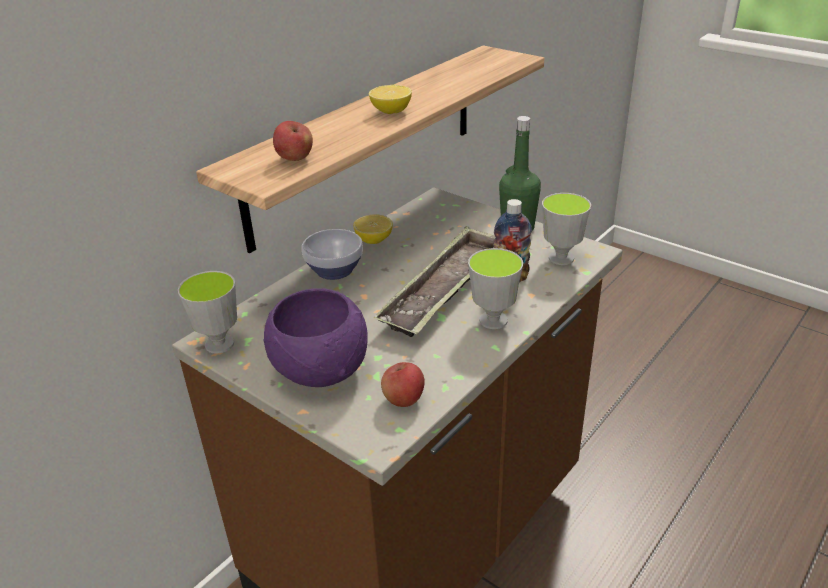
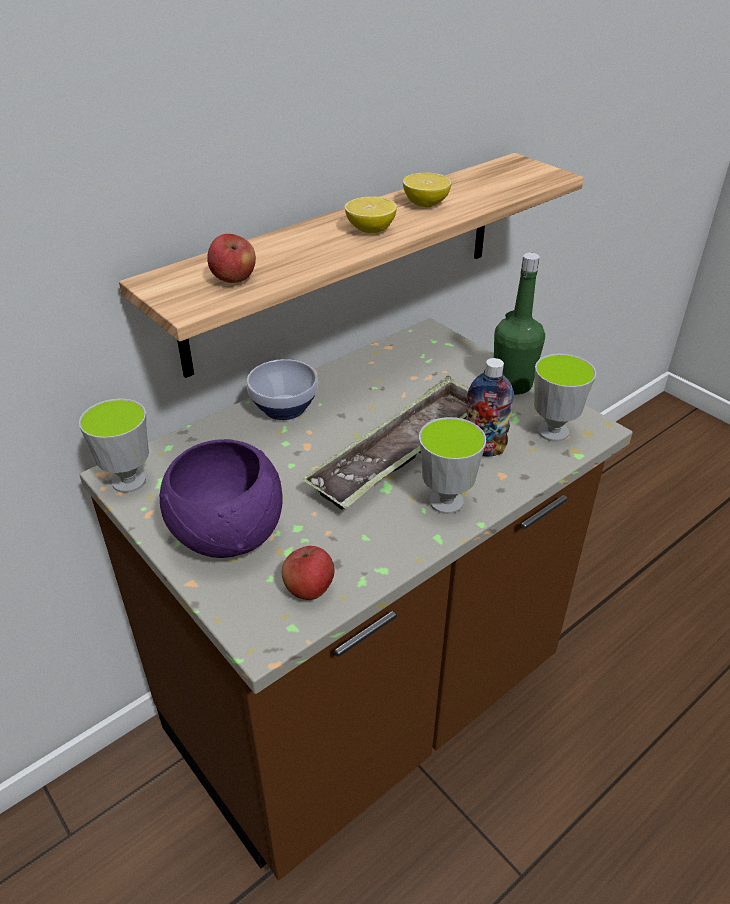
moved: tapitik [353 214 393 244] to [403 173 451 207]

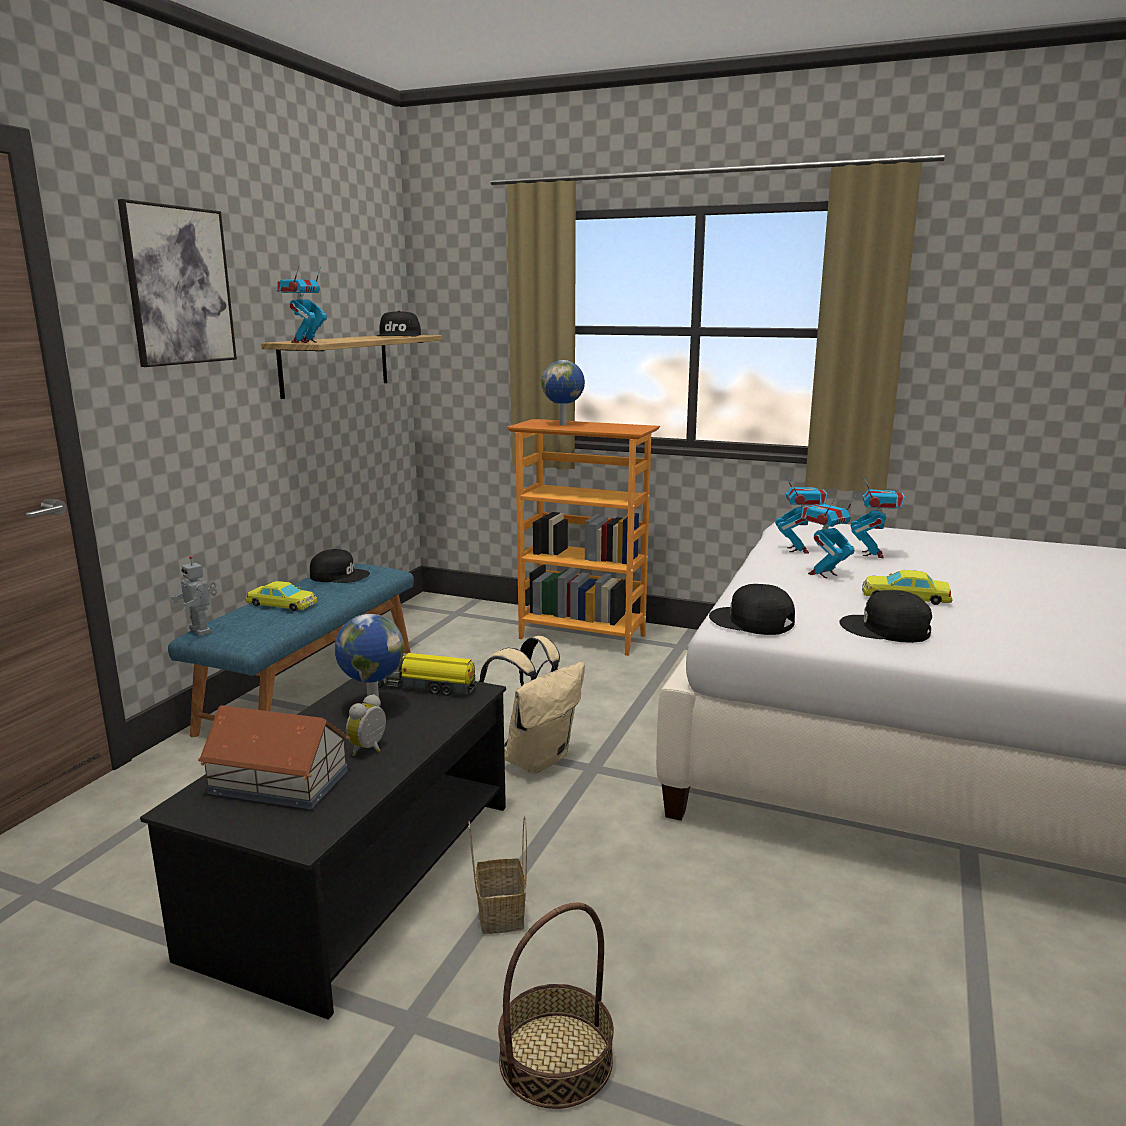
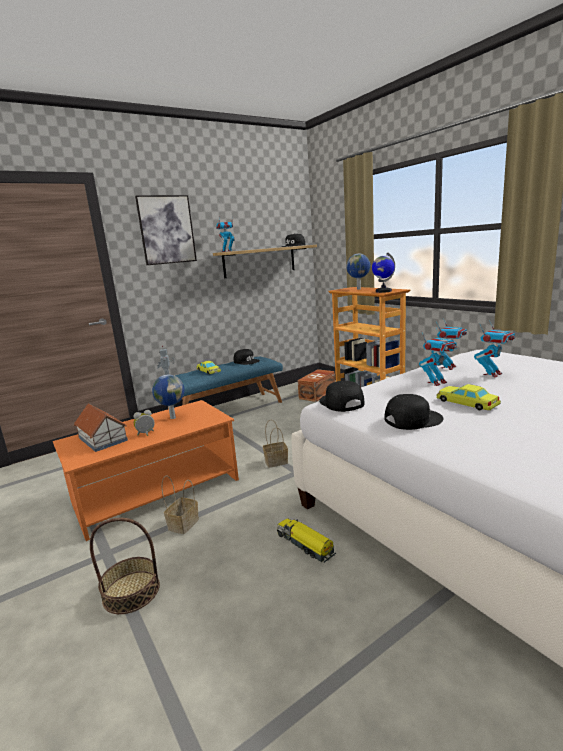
added: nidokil [372 252 395 293]; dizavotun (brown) [298 369 335 402]
moved: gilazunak [378 653 480 696] to [277 518 336 563]
replaced: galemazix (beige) [479 636 585 774] to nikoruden [263 420 288 467]
recoloured: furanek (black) [140 679 506 1020] to furanek (orange) [53 400 239 541]
turned: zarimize [801 496 856 579] = [419 328 457 386] 150 degrees clockwise; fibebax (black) [839 590 932 643] = [384 394 444 430] 105 degrees clockwise

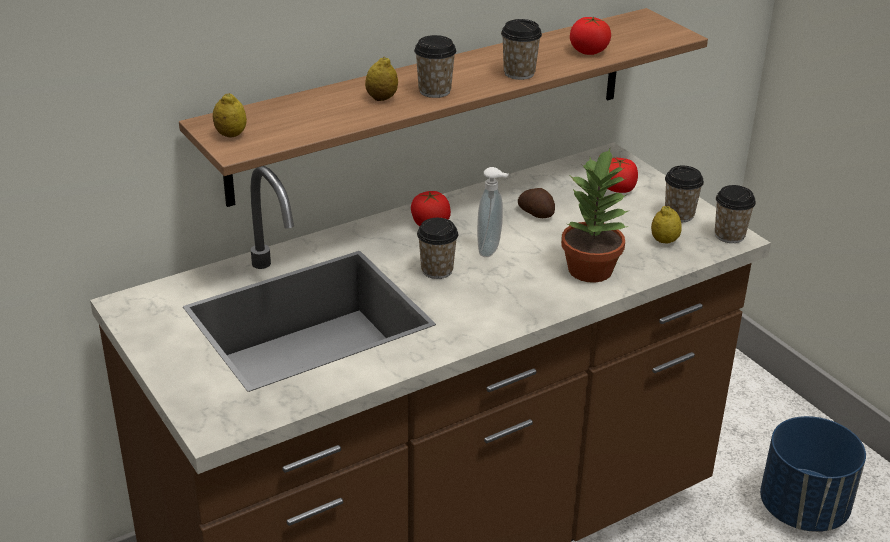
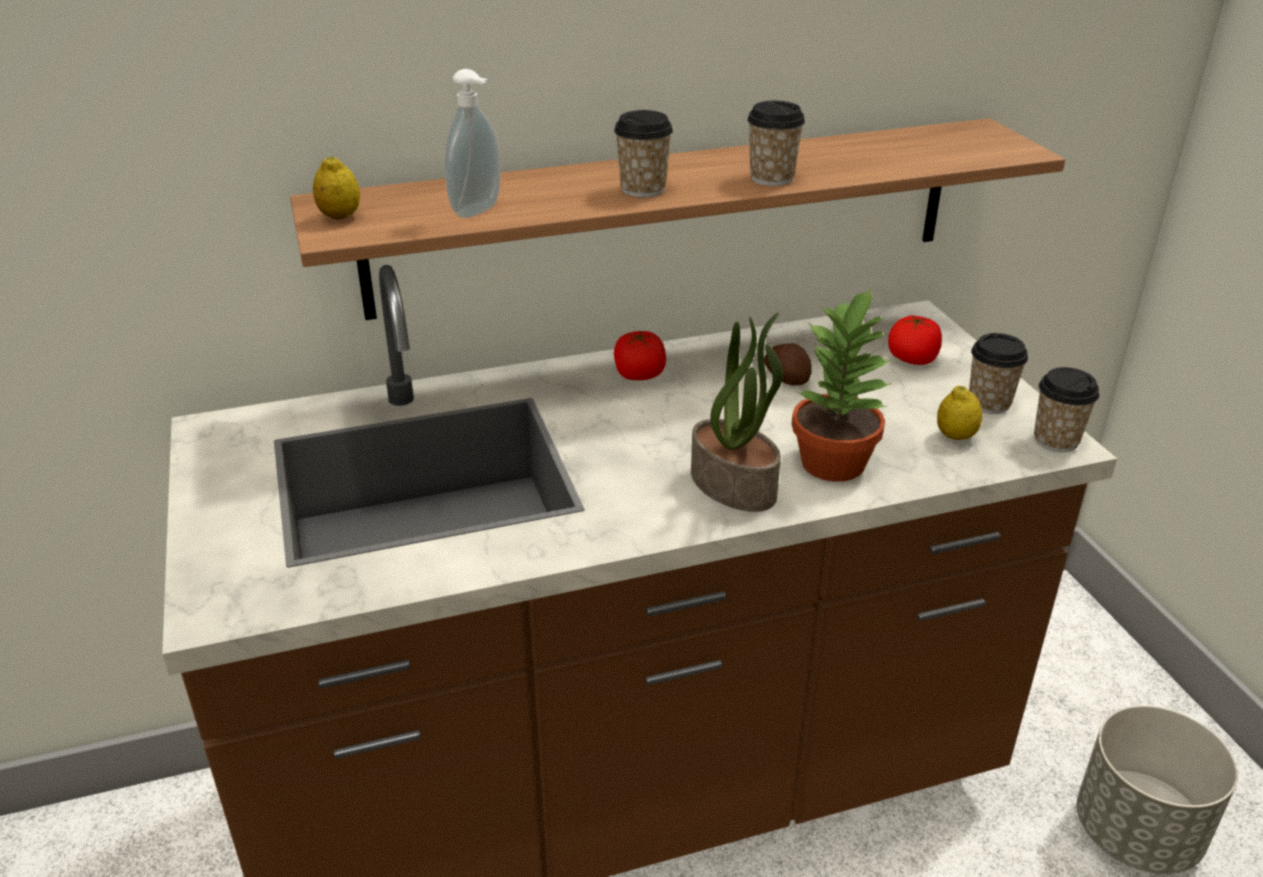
removed: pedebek [570 16 611 55]; tapitik [365 57 398 101]; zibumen [417 218 458 279]
added: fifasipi [691 312 783 512]
moved: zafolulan [477 167 509 257] to [445 69 501 218]
recoloured: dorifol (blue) [760 416 866 532] to dorifol (grey) [1077 705 1238 874]

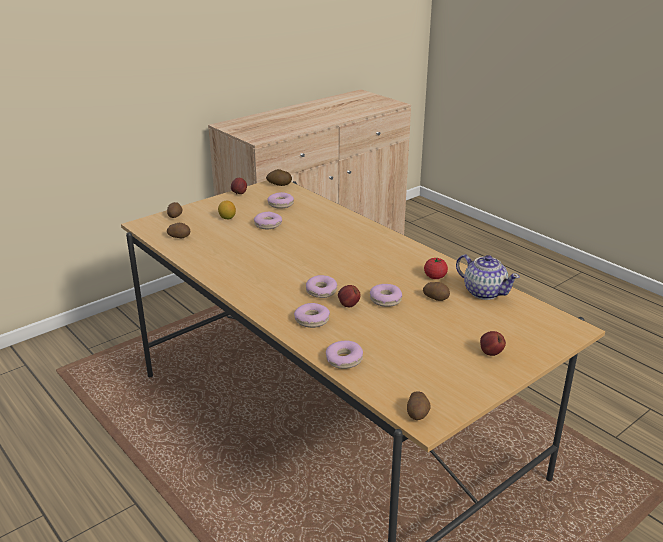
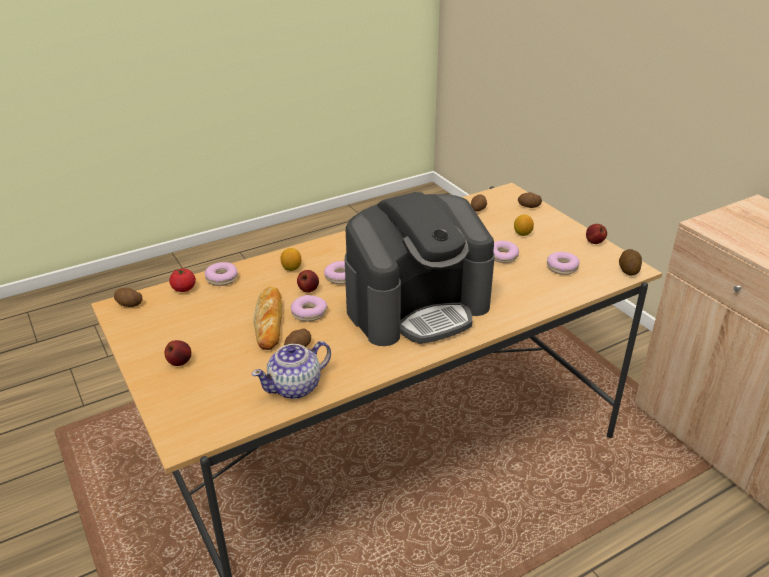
added: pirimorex [345 192 495 346]; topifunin [253 287 282 350]
moved: pedebek [424 258 448 279] to [169 269 196 292]
replaced: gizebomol [294 303 330 328] to tapitik [280 248 301 271]

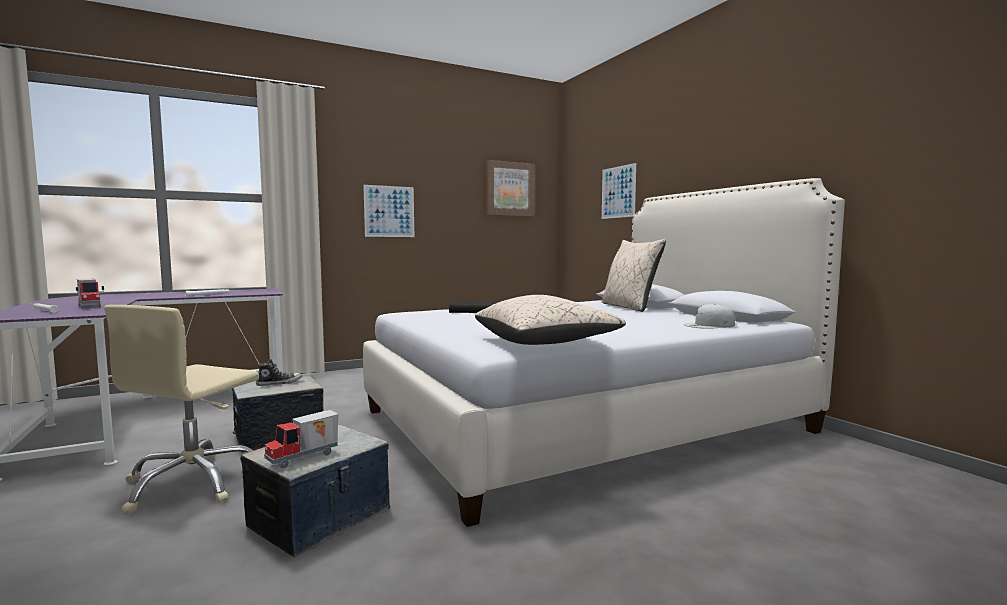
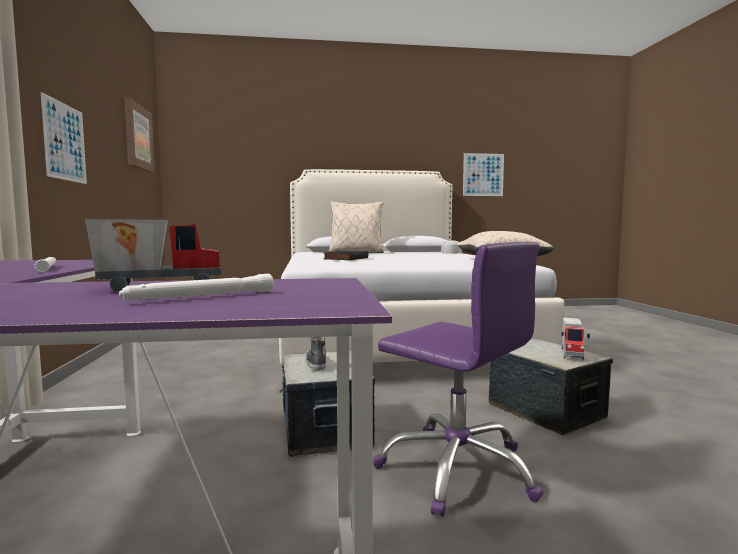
moved: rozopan [602 163 636 219] to [463 153 504 196]
recoloured: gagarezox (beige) [104 305 259 514] to gagarezox (purple) [373 242 543 517]
turned: gilazunak [264 410 339 469] = [561 318 590 360] 45 degrees clockwise

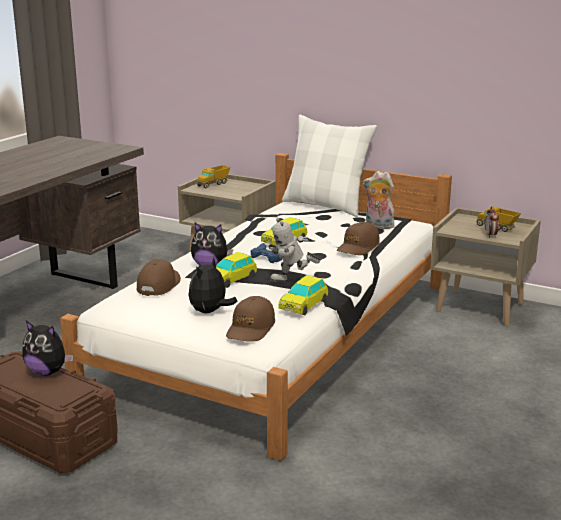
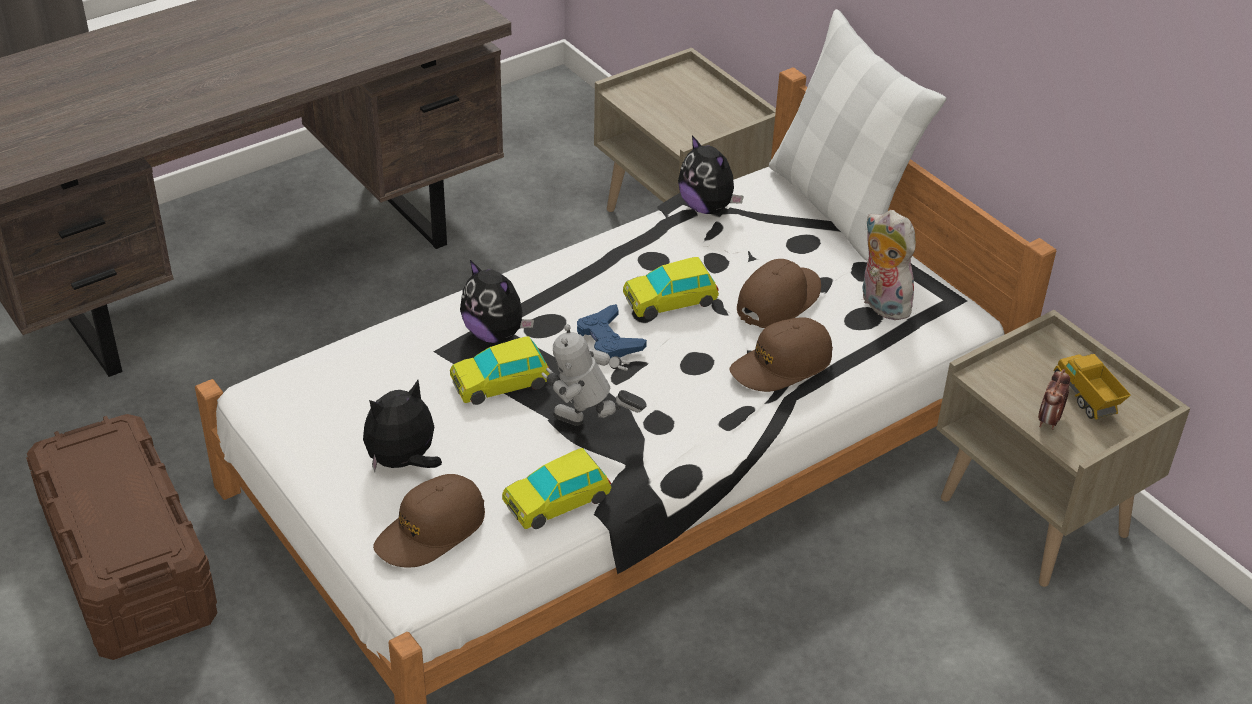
removed: gilazunak [197 165 230 188]
moved: fibebax (brown) [136 259 181 296] to [737 259 821 328]; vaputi [22 321 73 376] to [678 135 744 214]

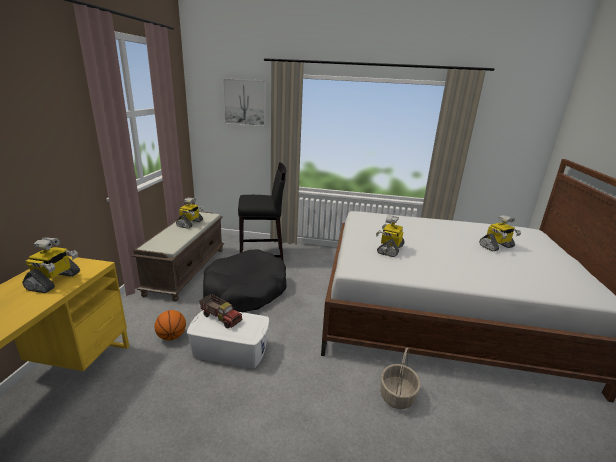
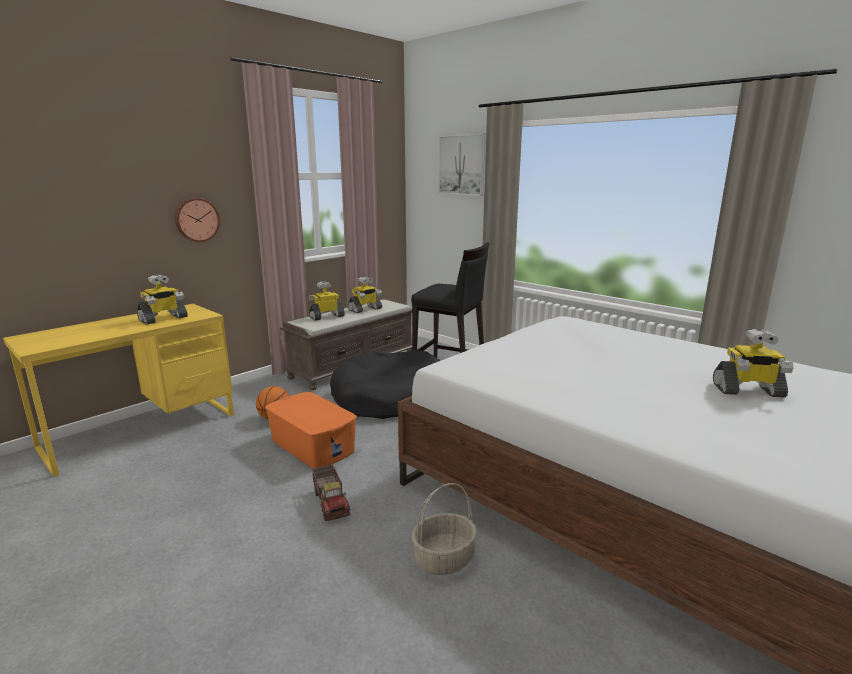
added: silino [175 198 220 242]
moved: zarimize [376 215 405 257] to [309 281 345 321]; gilazunak [199 294 242 329] to [312 465 350 521]
recoloured: dizavotun (white) [187 310 269 369] to dizavotun (orange) [265 392 357 469]

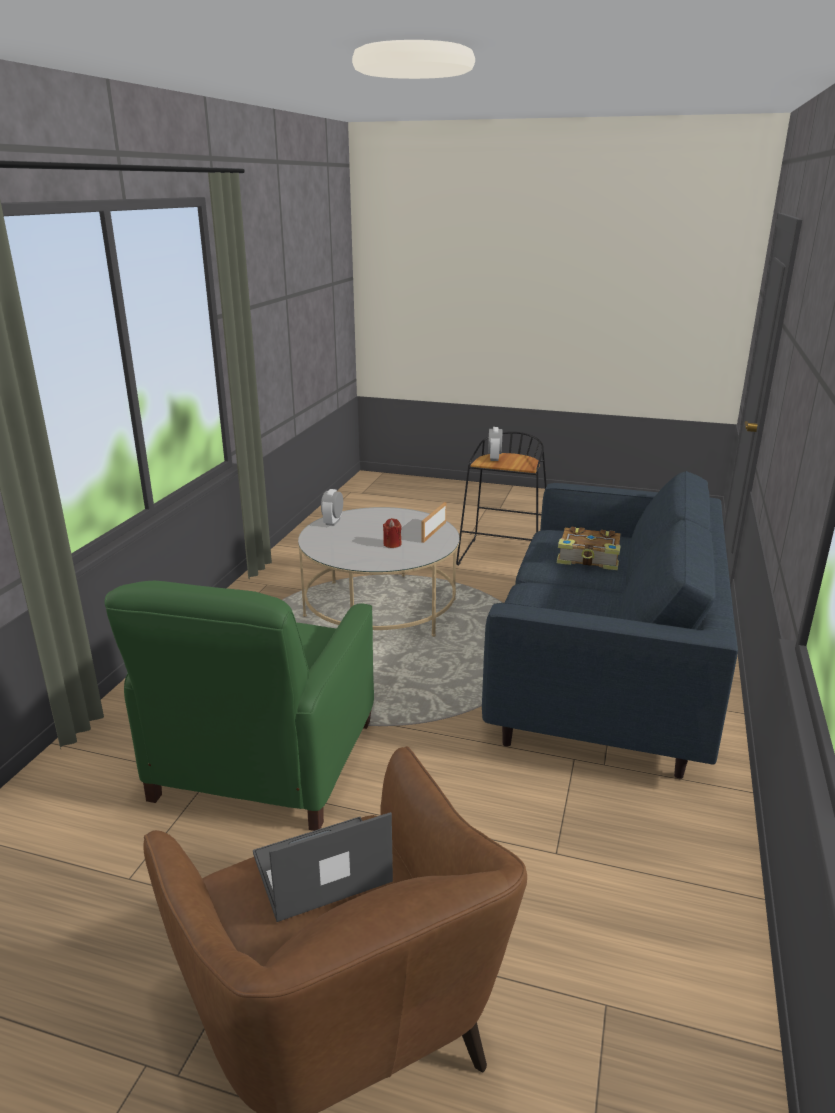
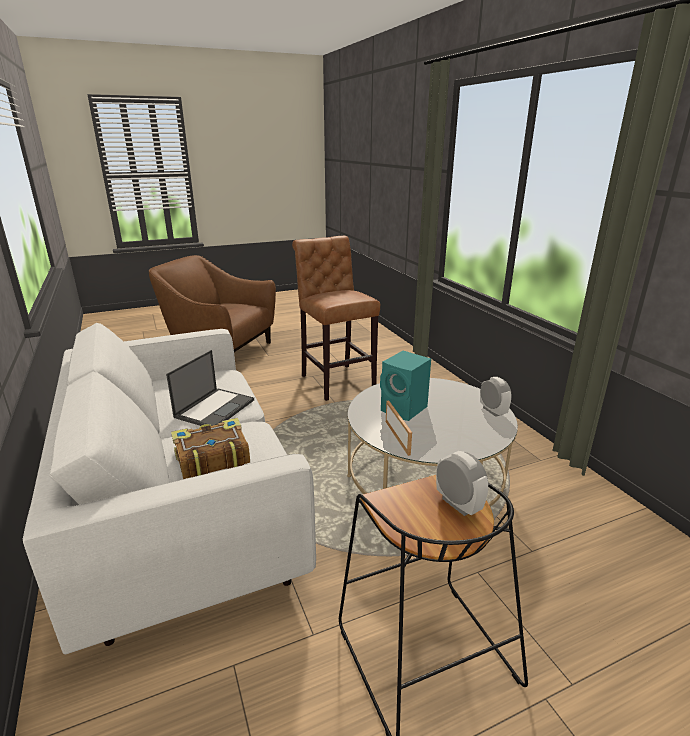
moved: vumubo [253 812 393 922] to [166 350 254 426]
replaced: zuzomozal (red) [383 518 402 548] to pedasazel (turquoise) [380 351 431 421]; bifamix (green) [104 581 374 831] to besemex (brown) [292 236 380 401]
recoloured: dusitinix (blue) [482 471 738 779] to dusitinix (white) [23 323 316 654]

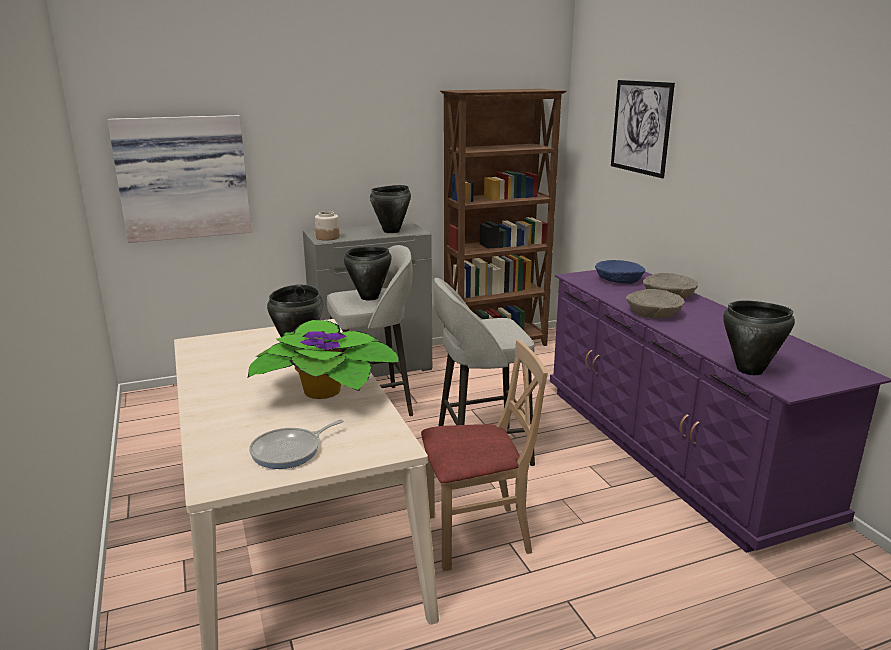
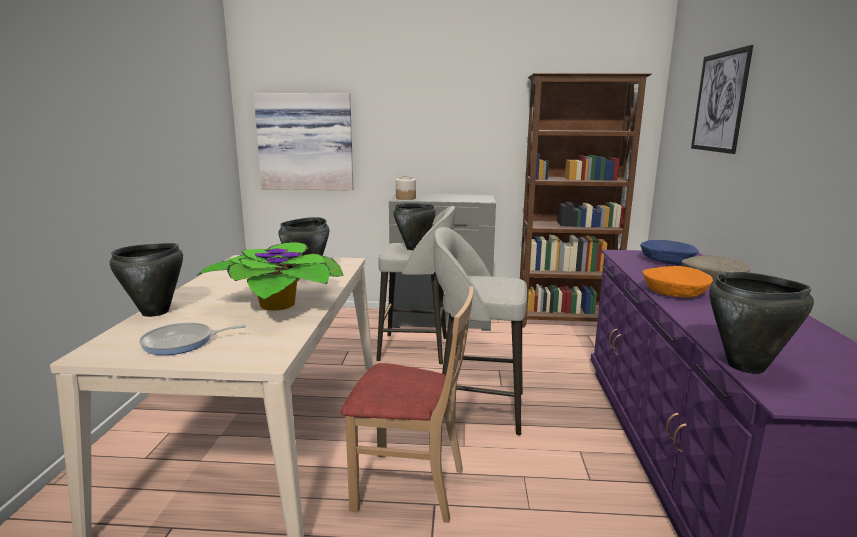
moved: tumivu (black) [370 185 411 233] to [110 243 183 317]
recoloured: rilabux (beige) [626 289 685 319] to rilabux (orange) [643 266 713 297]

